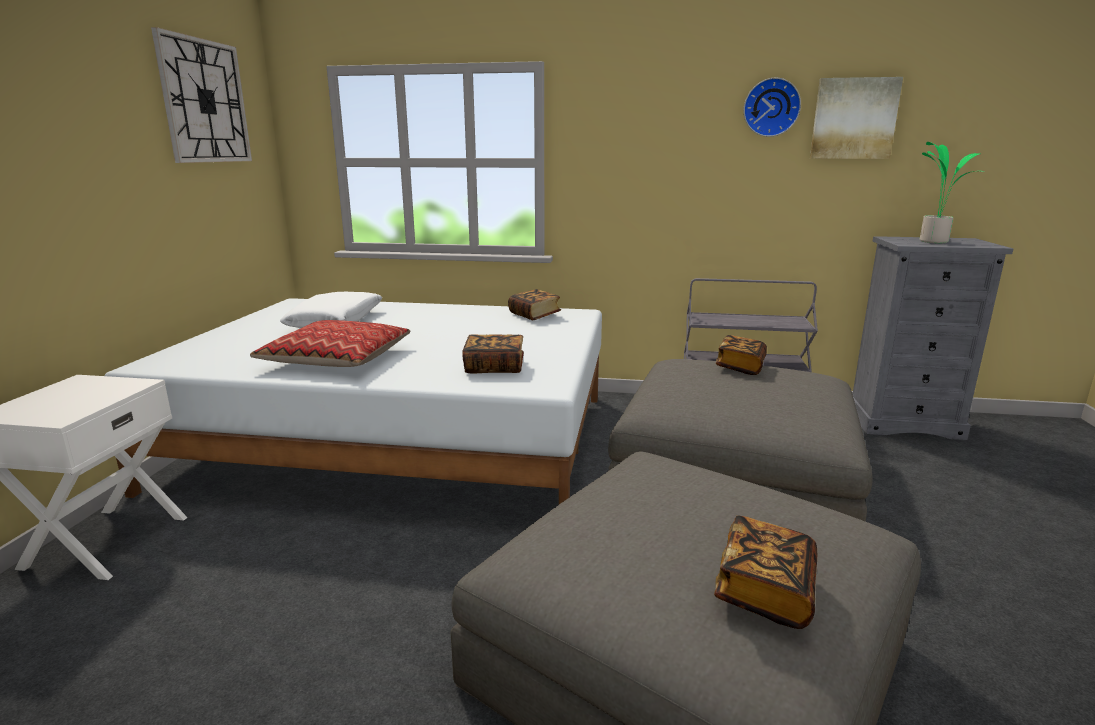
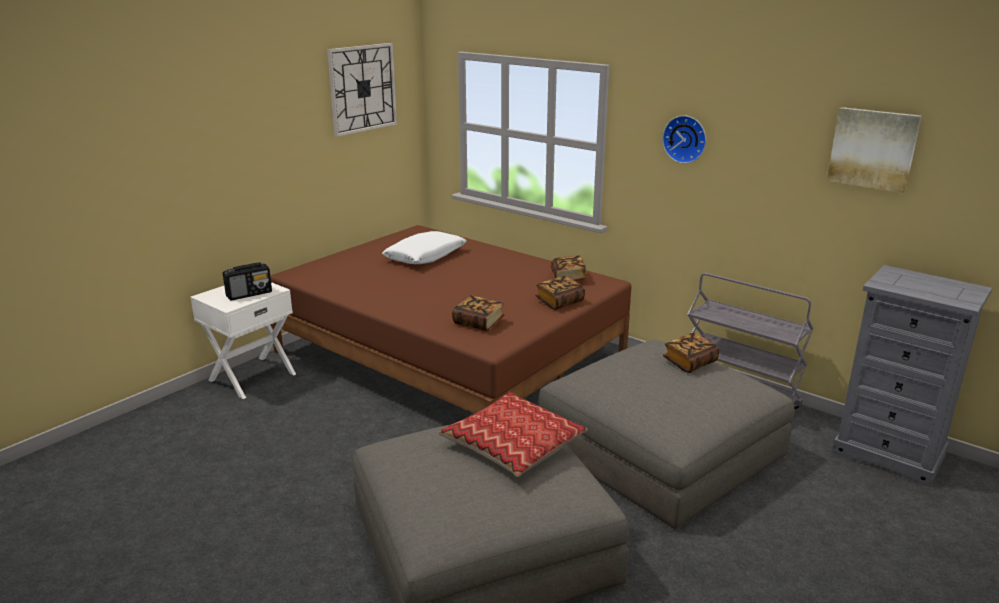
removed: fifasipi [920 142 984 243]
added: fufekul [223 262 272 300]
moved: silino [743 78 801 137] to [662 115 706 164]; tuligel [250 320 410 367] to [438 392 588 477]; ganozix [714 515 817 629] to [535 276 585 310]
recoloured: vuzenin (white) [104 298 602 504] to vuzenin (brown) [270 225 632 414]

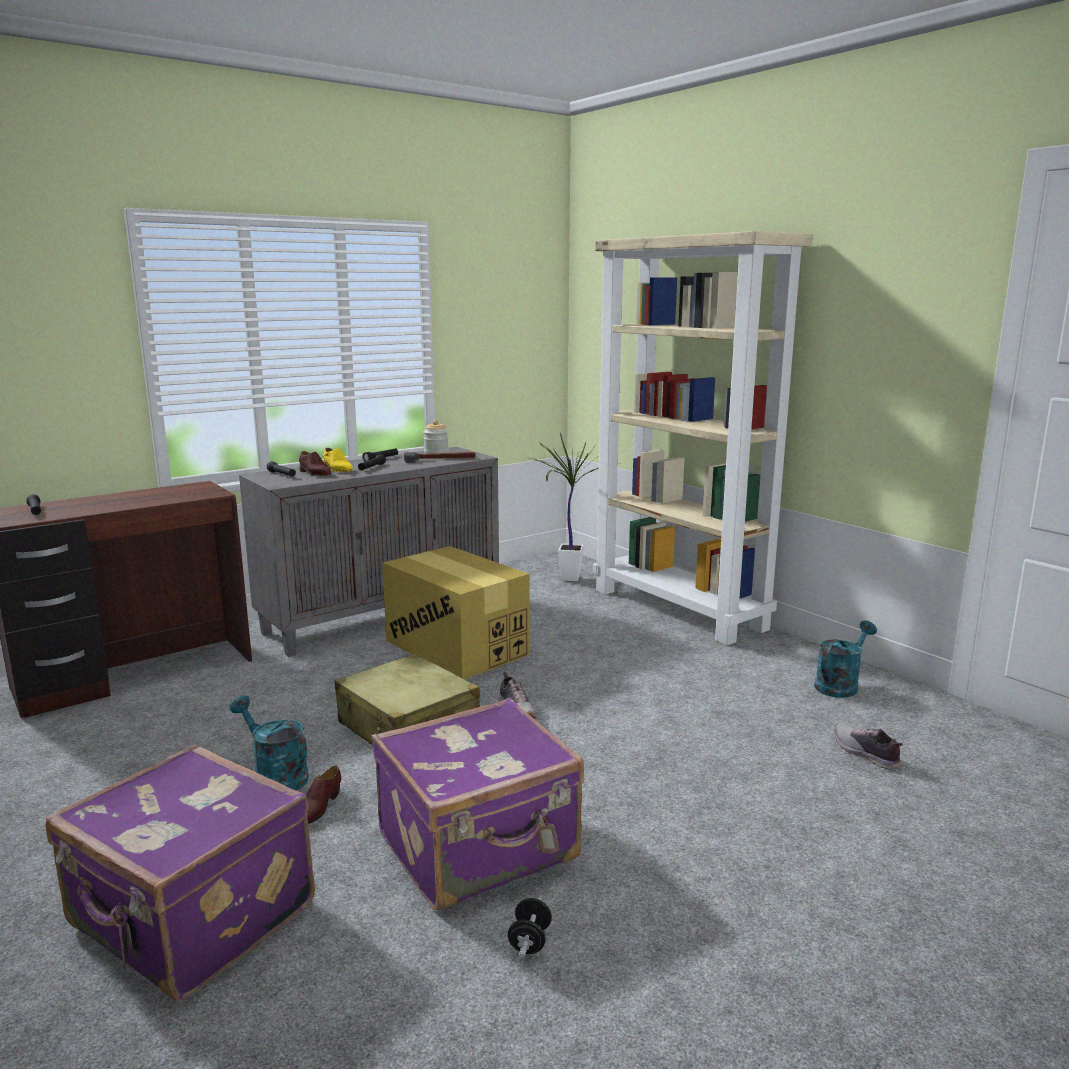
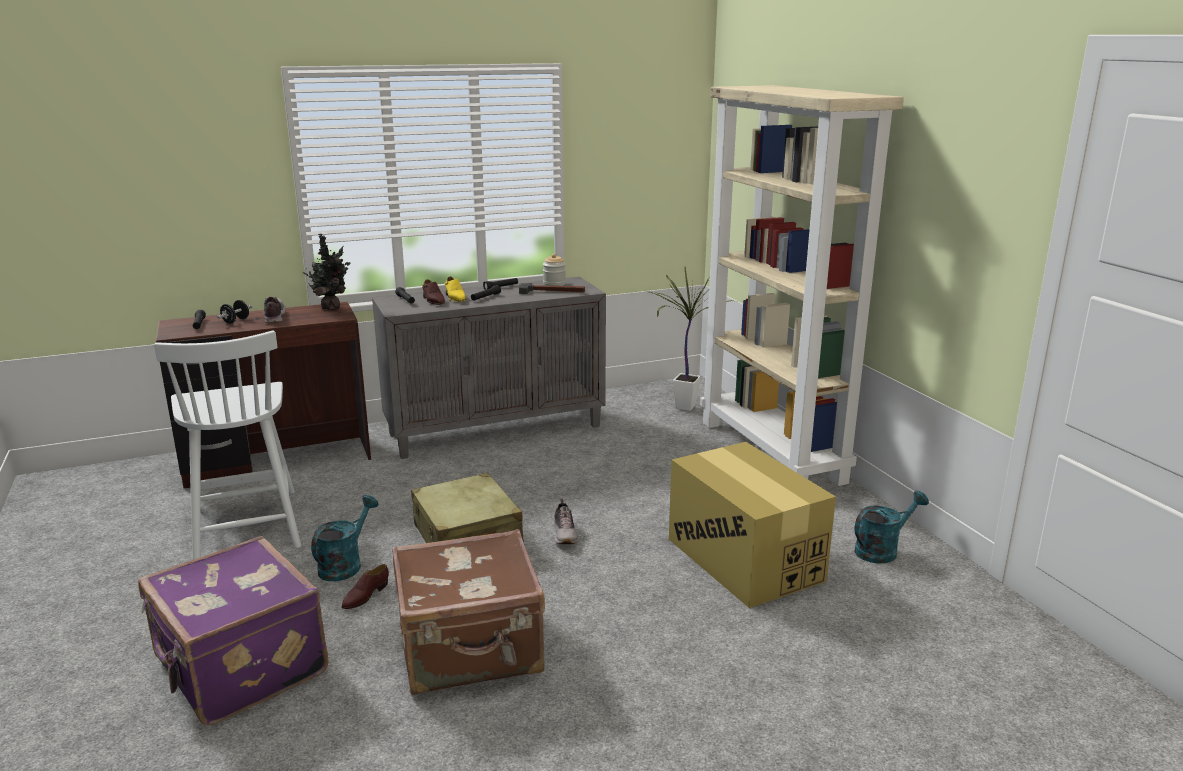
added: fifasipi [303 233 350 310]; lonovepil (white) [154 330 301 560]
moved: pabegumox [382 546 530 679] to [669 442 836 608]; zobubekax [835 722 903 769] to [263 297 286 323]; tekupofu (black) [508 896 552 958] to [217 300 253 324]
recoloured: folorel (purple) [372 698 584 910] to folorel (brown) [392 529 545 695]
turned: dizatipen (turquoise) [230 696 309 791] = [311 495 378 581] 60 degrees clockwise

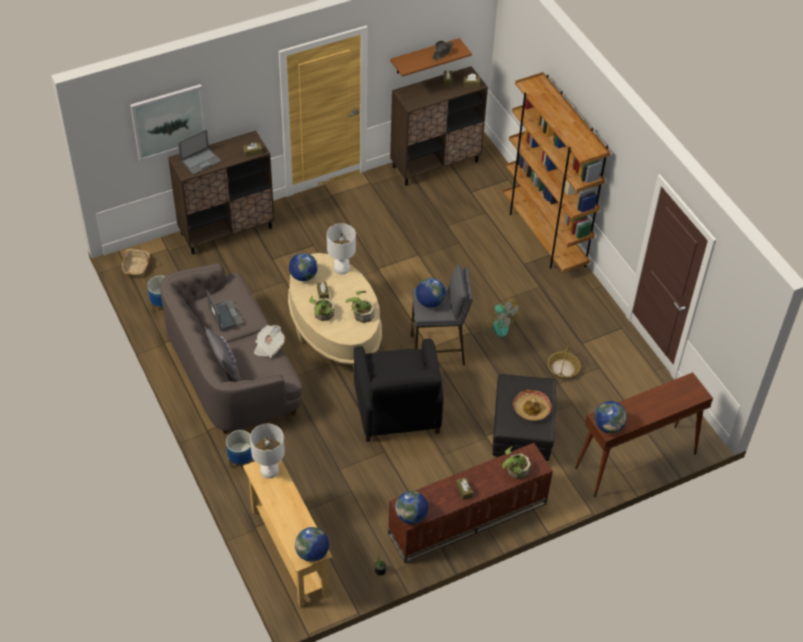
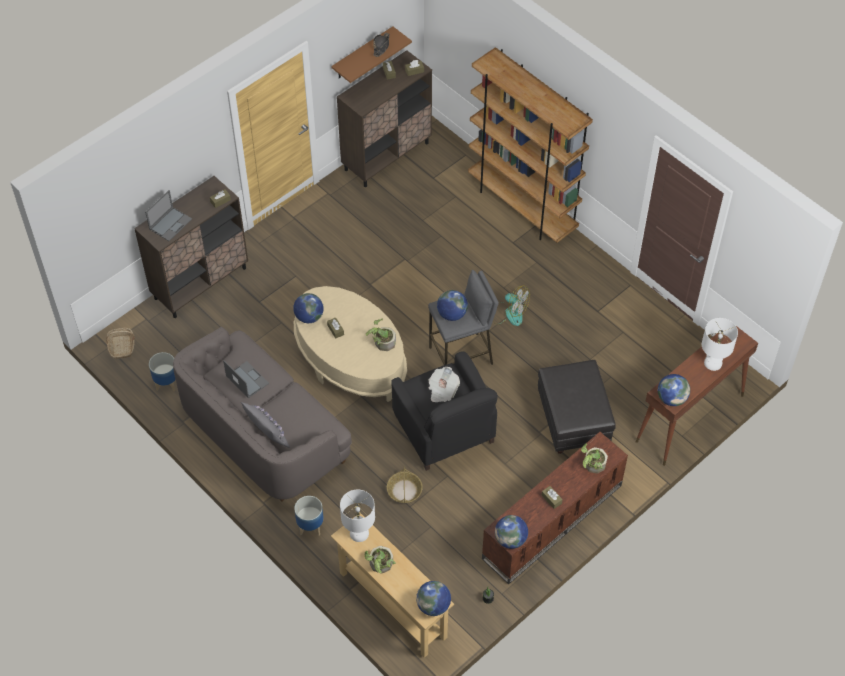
removed: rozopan [130 84 207 162]; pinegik [513 390 551 421]
moved: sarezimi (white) [327 223 356 274] to [702 318 738 371]; fifasipi [309 296 334 321] to [365 546 396 574]; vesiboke [254 325 285 358] to [428 367 460 402]; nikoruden [547 345 581 379] to [387 467 423 503]

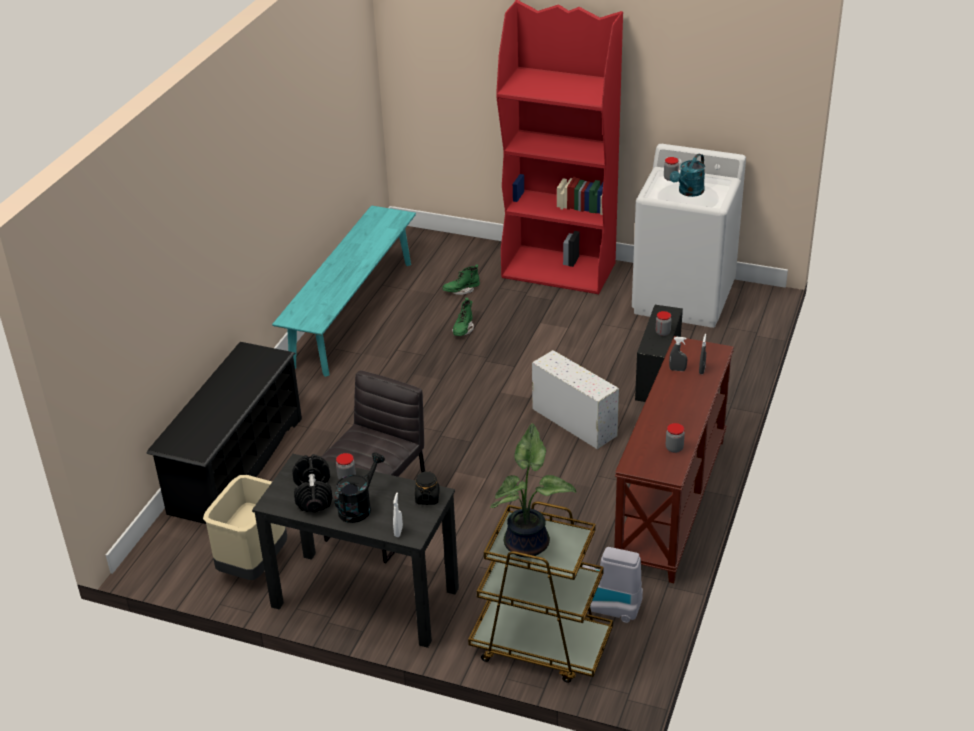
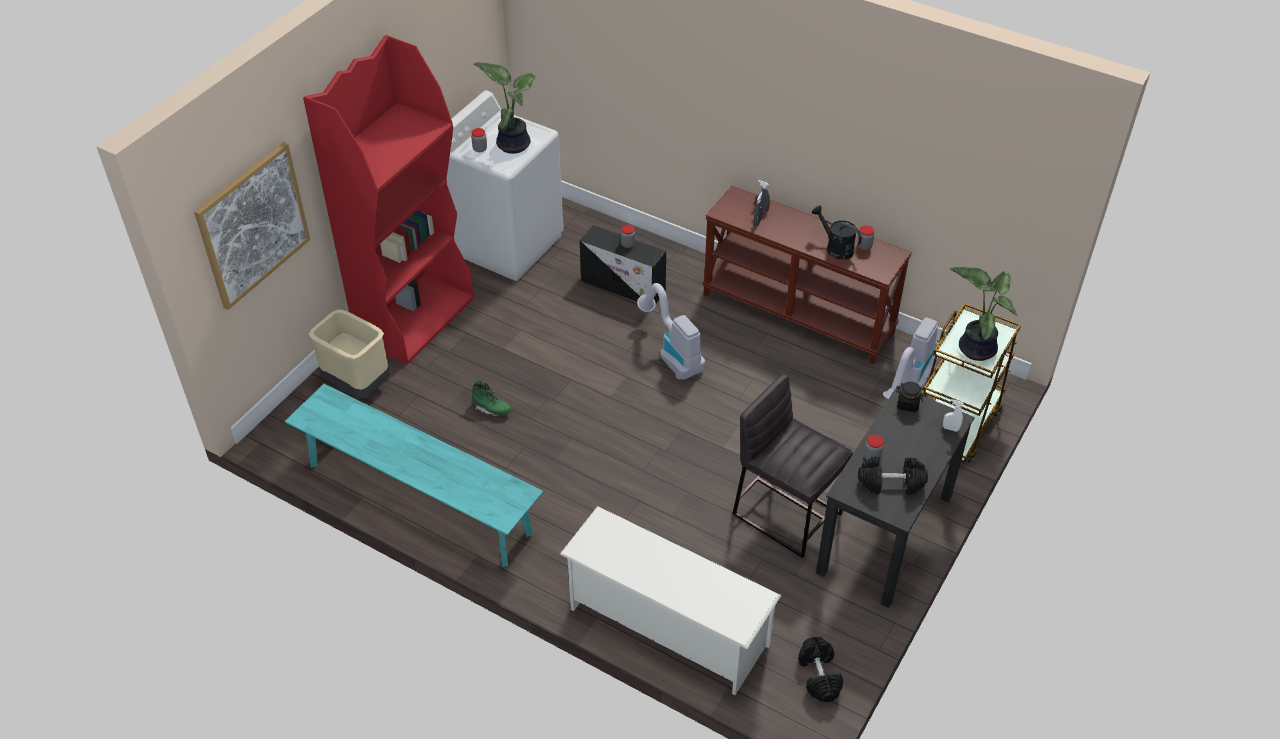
removed: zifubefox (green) [442 264 480 295]
added: rozopan [194 142 310 310]; tekupofu (black) [798 637 843 702]
moved: dizatipen (black) [334 453 385 523] to [812 206 862 260]; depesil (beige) [203 475 287 580] to [309 309 390 398]
replaced: dizatipen (turquoise) [670 154 705 197] to fifasipi [473 62 536 154]; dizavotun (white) [532 350 619 449] to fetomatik [637 283 705 380]
recoloured: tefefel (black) [147 342 302 524] to tefefel (white) [560 506 781 695]

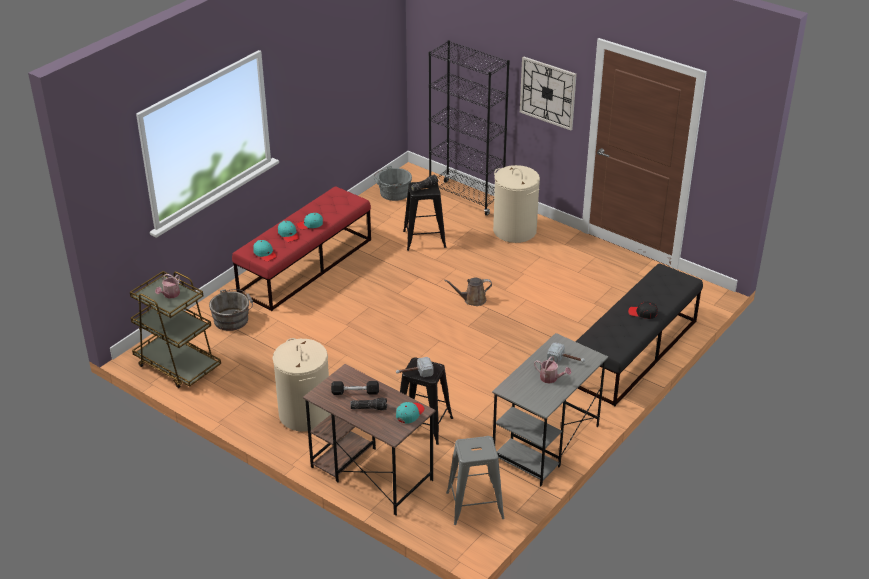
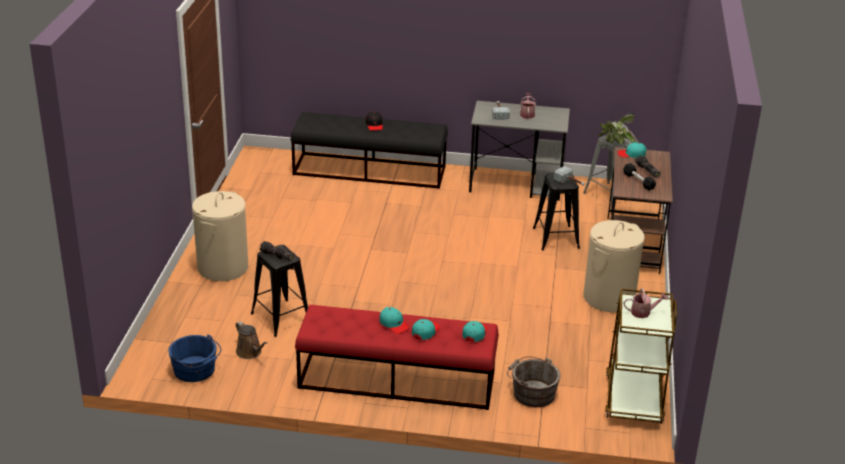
removed: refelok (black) [429 40 510 216]; silino [520 56 577 130]
added: fifasipi [597 113 638 144]
moved: dizatipen (brown) [444 278 492 306] to [236 321 268 359]
recoloured: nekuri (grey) [374 166 412 201] to nekuri (blue) [168 334 221 382]

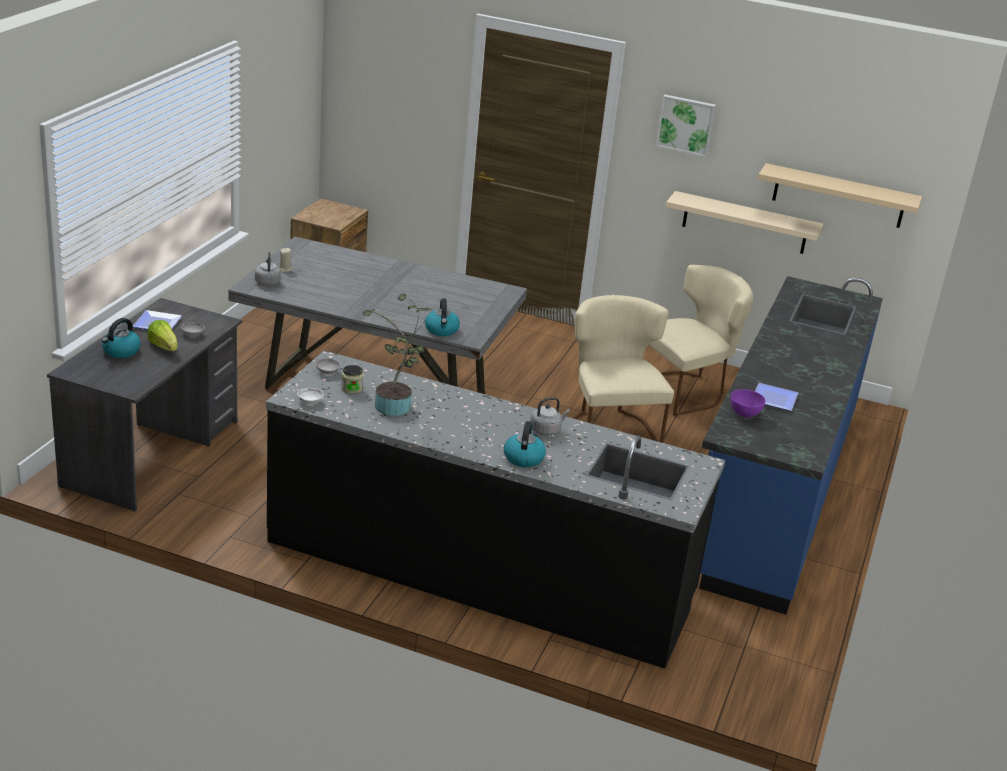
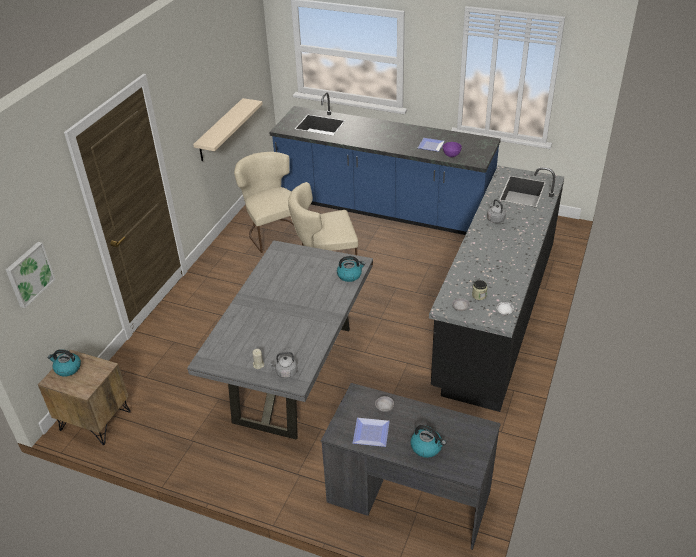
removed: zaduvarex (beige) [758 163 922 228]; fifasipi [363 294 433 416]; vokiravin [147 320 178 351]
moved: rozopan [656 95 716 157] to [6 242 56 308]; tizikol [504 421 546 467] to [48 349 81 377]

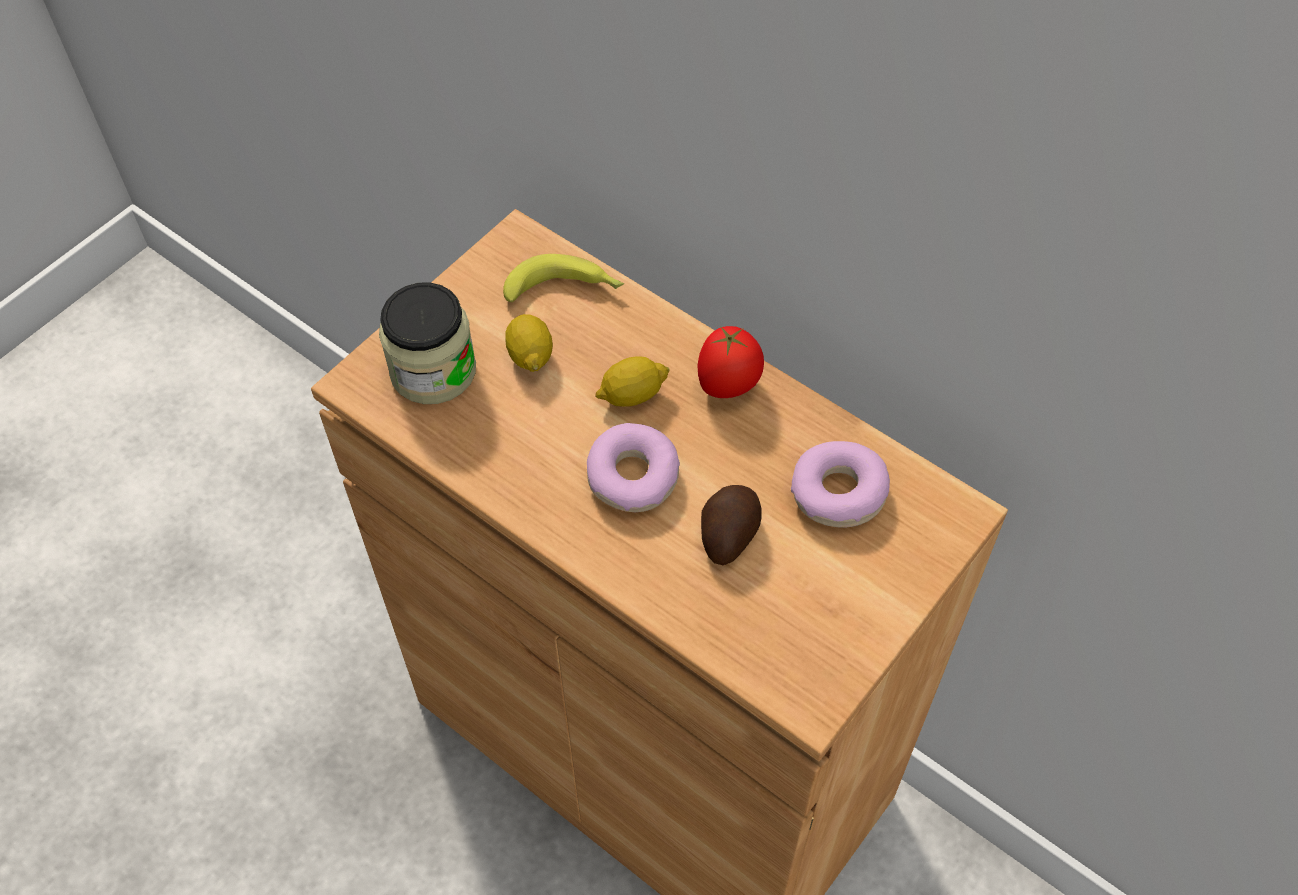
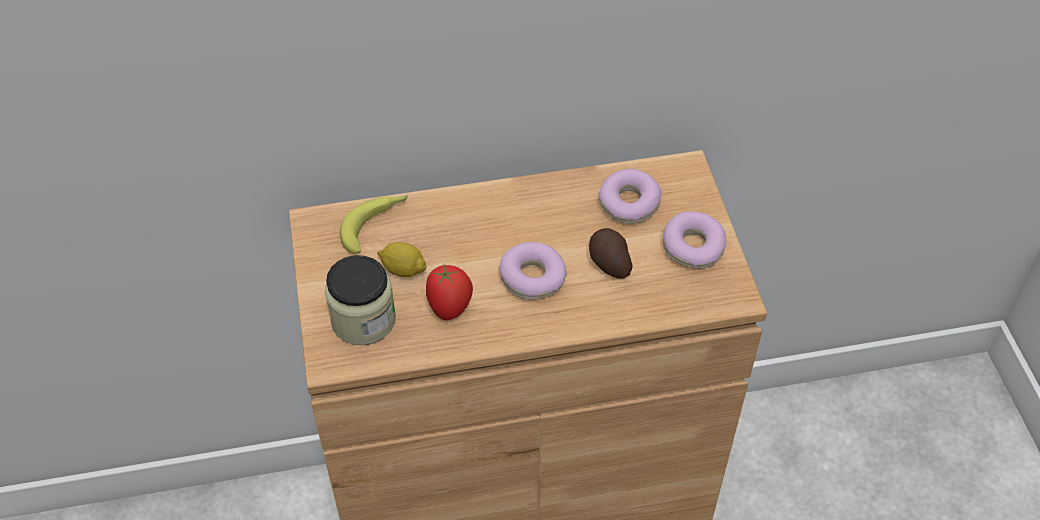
removed: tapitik [595 356 670 407]
added: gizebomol [663 211 726 269]
moved: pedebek [697 326 764 398] to [426 264 473 320]

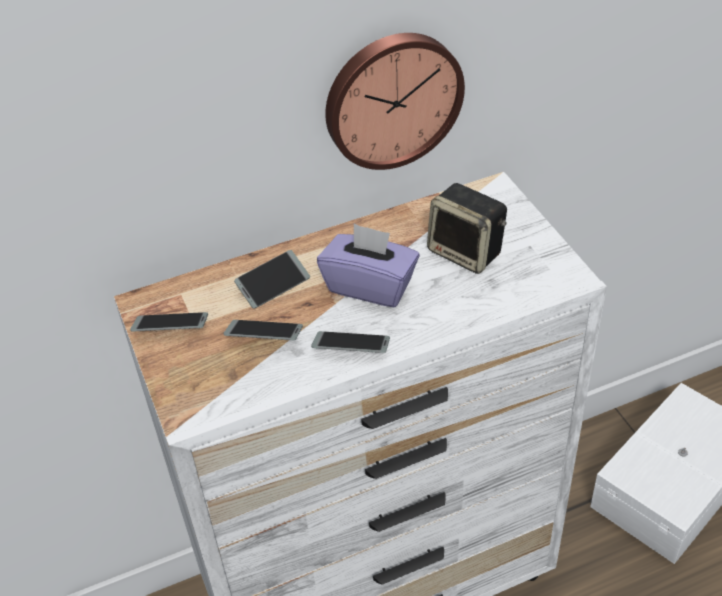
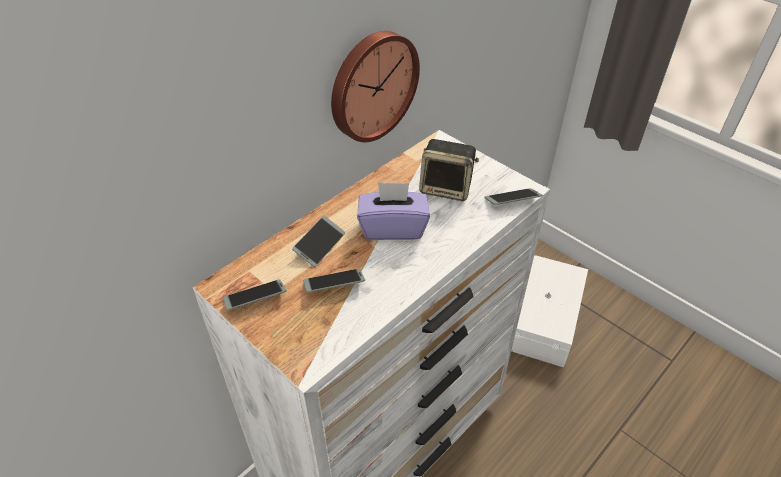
moved: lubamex [311 331 390 353] to [485 188 542 205]

